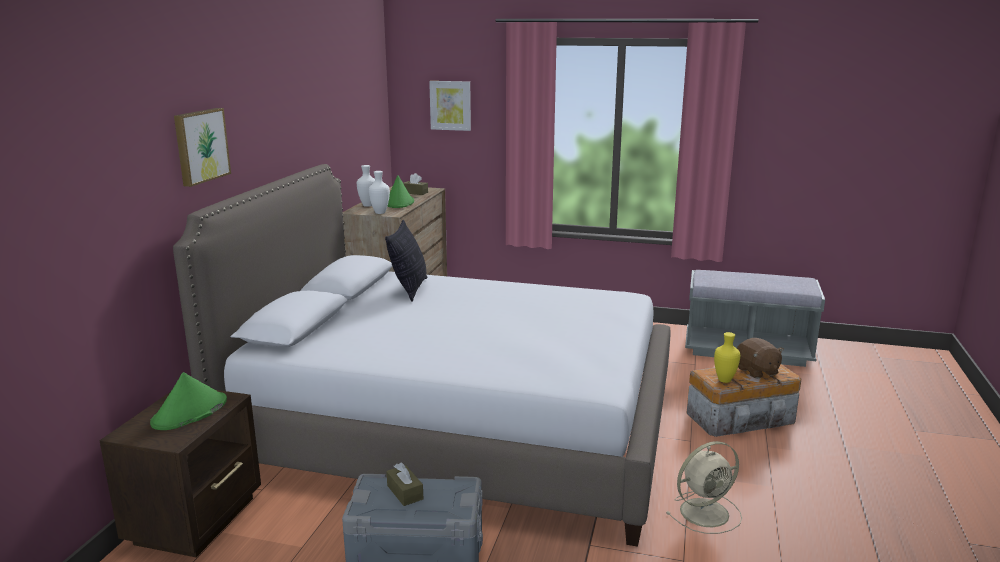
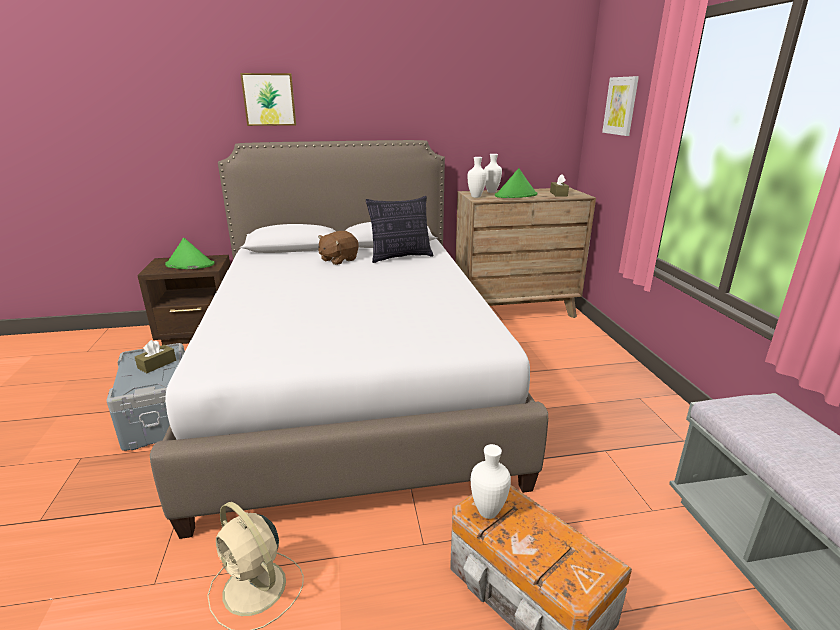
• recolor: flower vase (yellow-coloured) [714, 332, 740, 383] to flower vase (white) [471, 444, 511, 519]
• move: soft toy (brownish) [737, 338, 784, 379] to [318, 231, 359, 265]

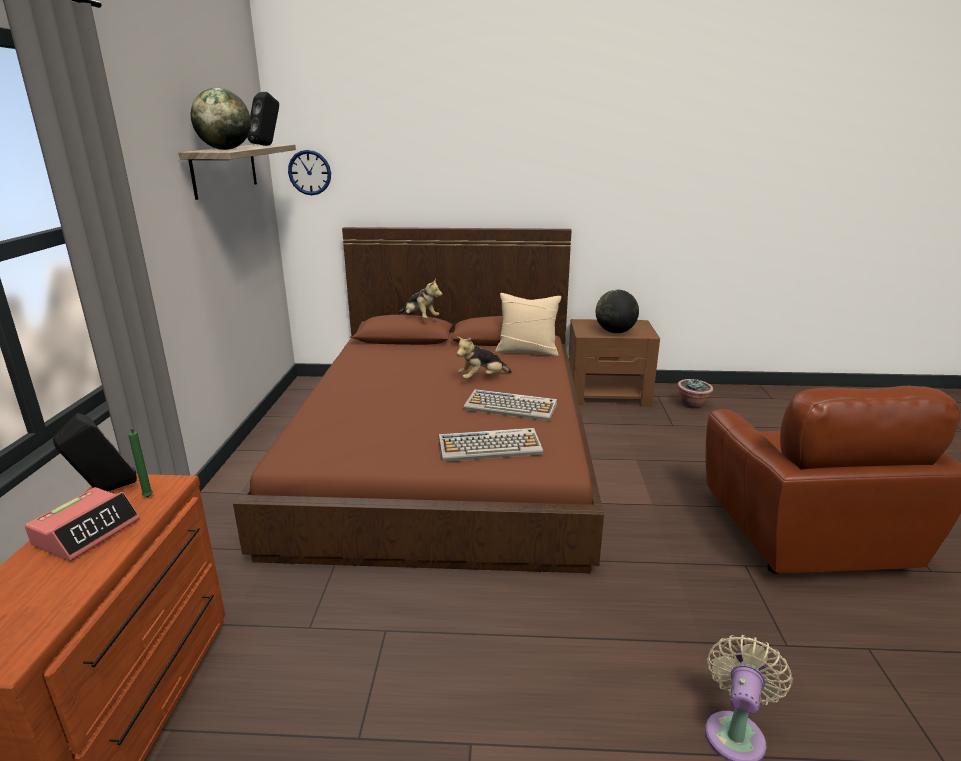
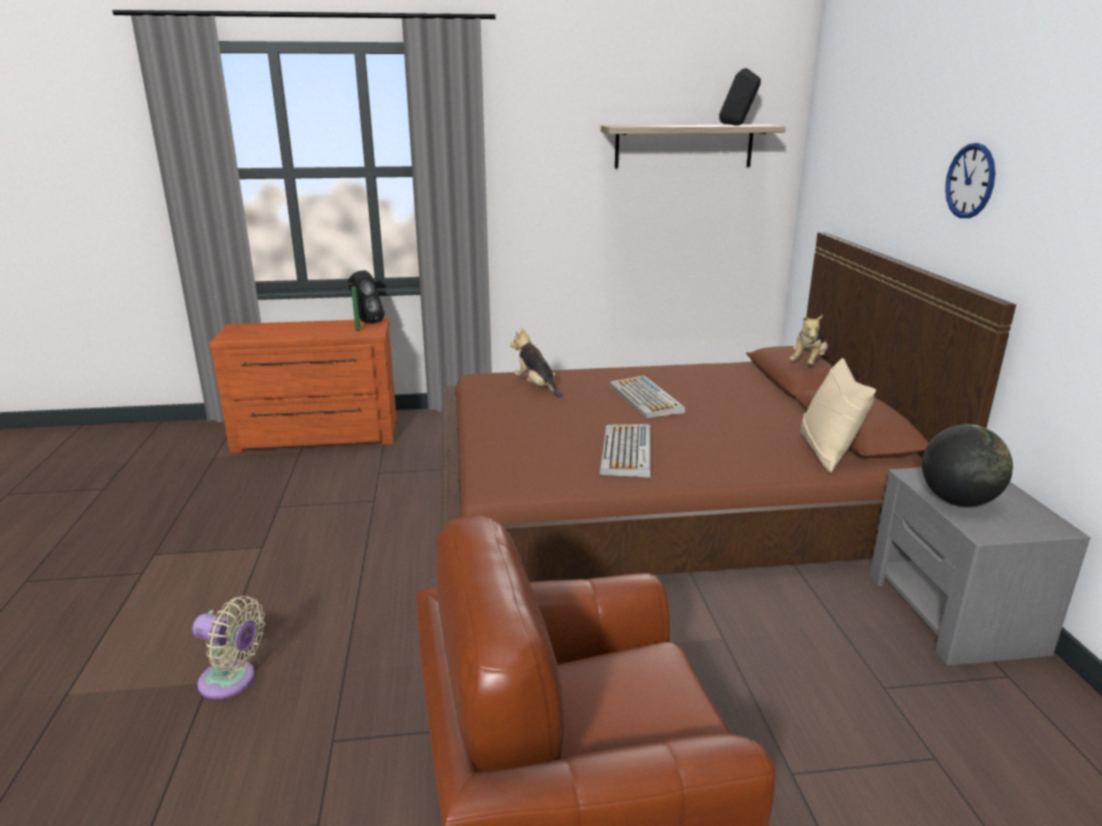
• delete: bedside clock [25, 487, 140, 561]
• delete: desk globe [191, 88, 251, 150]
• move: wall clock [288, 150, 331, 195] to [945, 143, 995, 218]
• move: computer keyboard [439, 428, 543, 462] to [610, 375, 685, 418]
• move: soft toy [457, 337, 512, 379] to [510, 328, 563, 398]
• recolor: nightstand (brownish) [568, 319, 660, 407] to nightstand (grey) [869, 467, 1090, 665]
• delete: plant in a pot [677, 379, 713, 409]

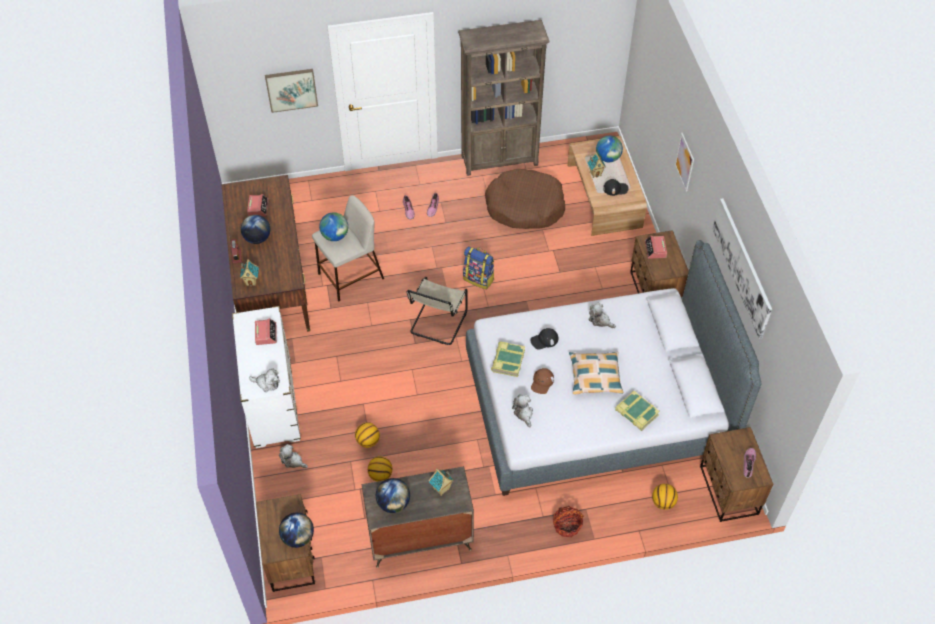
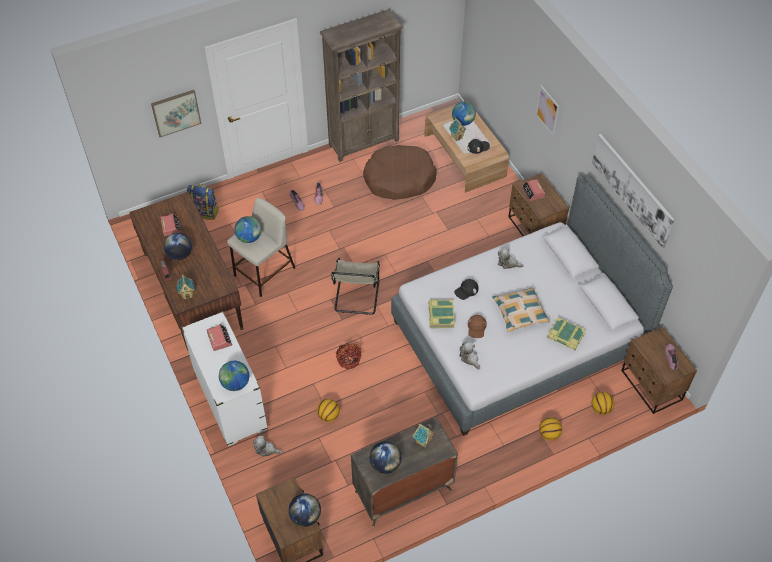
• replace: soft toy [249, 368, 280, 392] to desk globe [219, 361, 249, 391]
• move: basketball [368, 456, 392, 481] to [539, 417, 562, 441]
• move: backpack [463, 246, 494, 289] to [187, 184, 219, 220]
• move: storage basket [553, 506, 584, 537] to [336, 343, 362, 369]

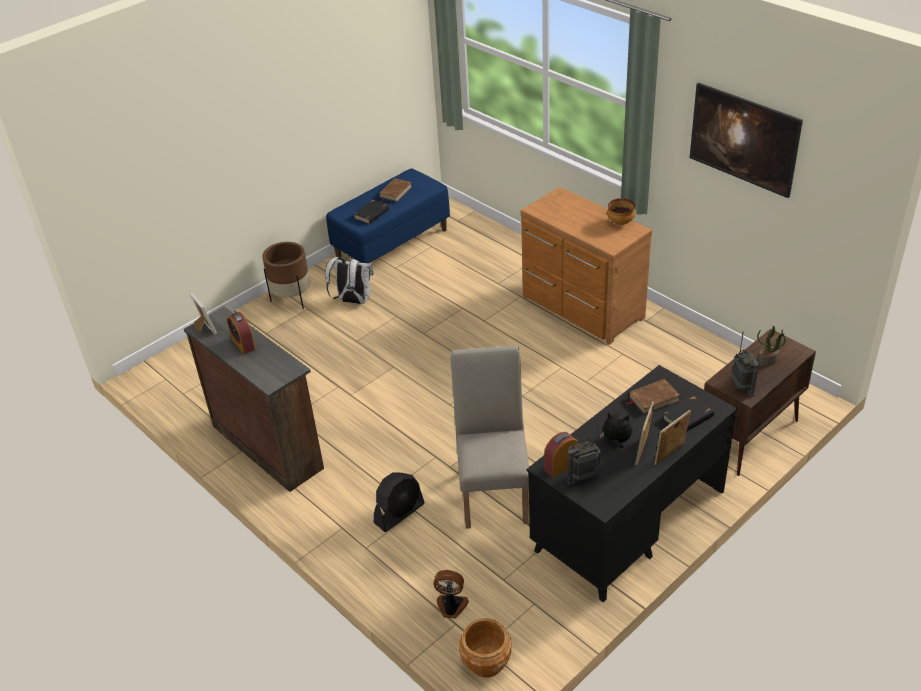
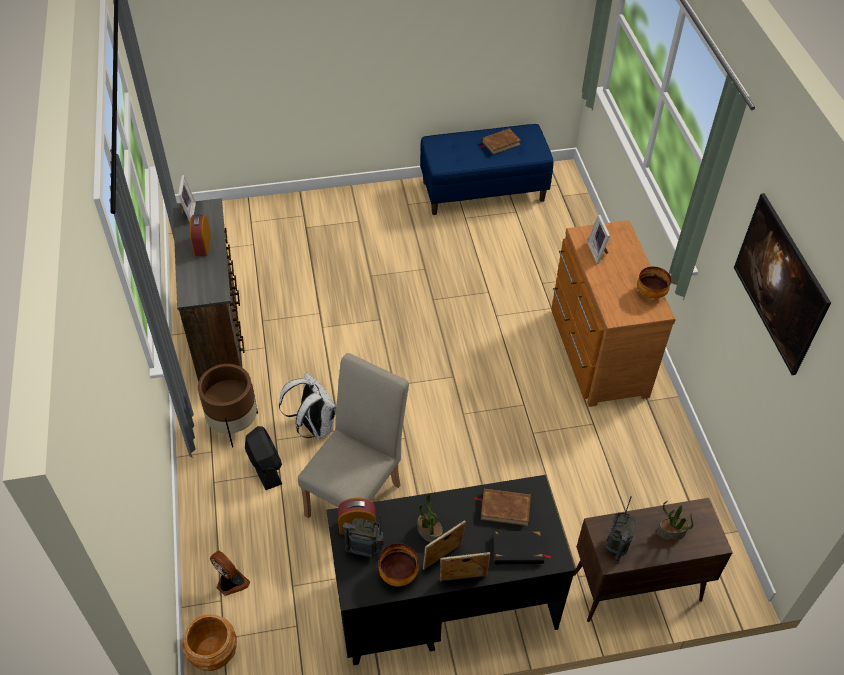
• move: flower pot (brownish) [262, 242, 310, 309] to [198, 364, 258, 447]
• move: backpack (white) [325, 257, 374, 304] to [279, 373, 336, 439]
• delete: volume (black) [354, 200, 389, 224]
• rotate: cooling fan (black) [374, 472, 425, 532] = [245, 426, 282, 490] 105 degrees counterclockwise
• replace: soft toy [600, 412, 632, 448] to plant in a pot [417, 495, 443, 543]
• insert: serving bowl [379, 543, 418, 586]
• insert: picture frame [587, 215, 610, 263]

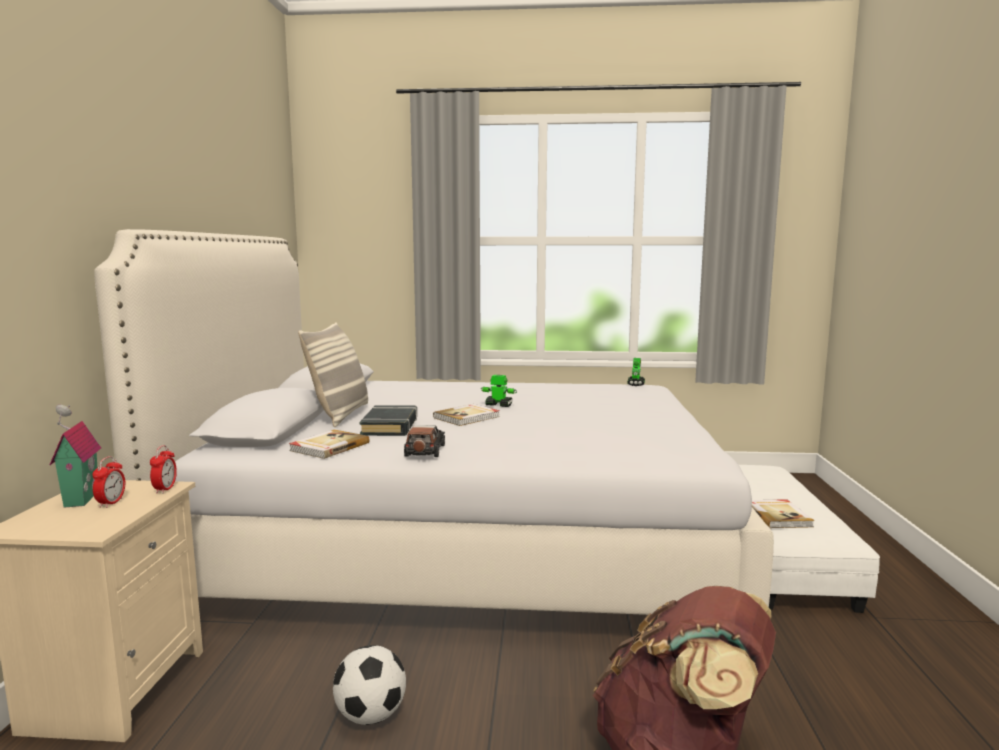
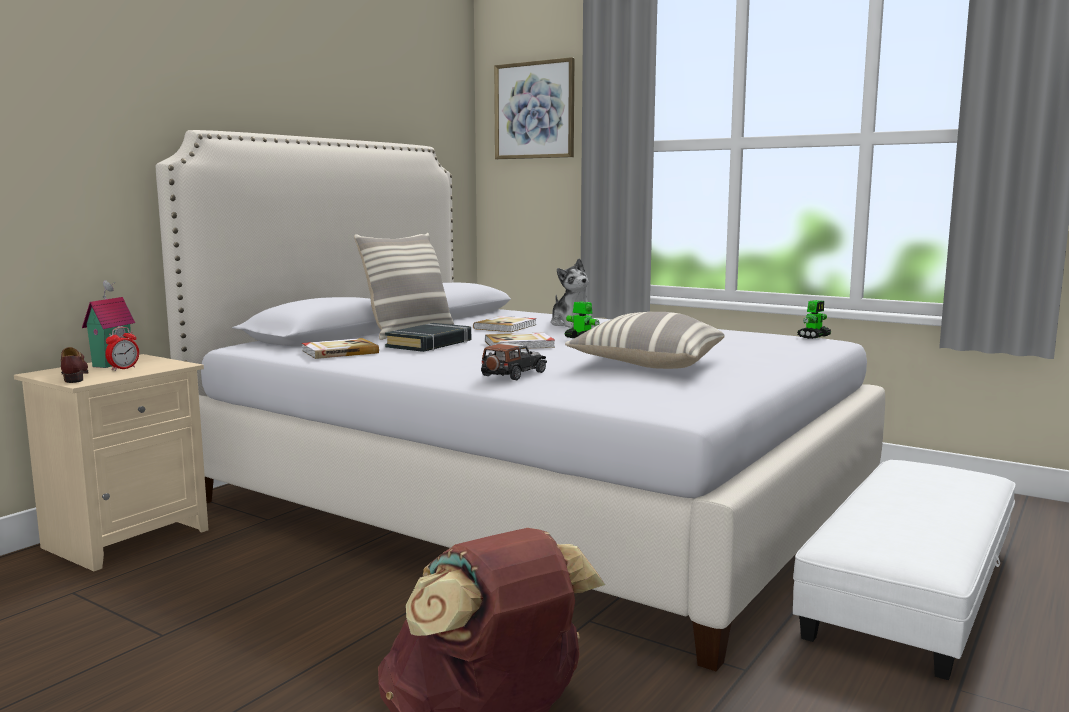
• delete: bedside clock [150, 445, 177, 494]
• delete: football [333, 645, 406, 725]
• move: model car [404, 425, 445, 457] to [481, 343, 547, 380]
• move: volume [752, 499, 815, 528] to [473, 316, 537, 332]
• insert: item of footwear (brownish) [61, 347, 89, 383]
• insert: wall art [494, 57, 575, 159]
• insert: soft toy [551, 258, 595, 328]
• insert: throw pillow [565, 312, 725, 369]

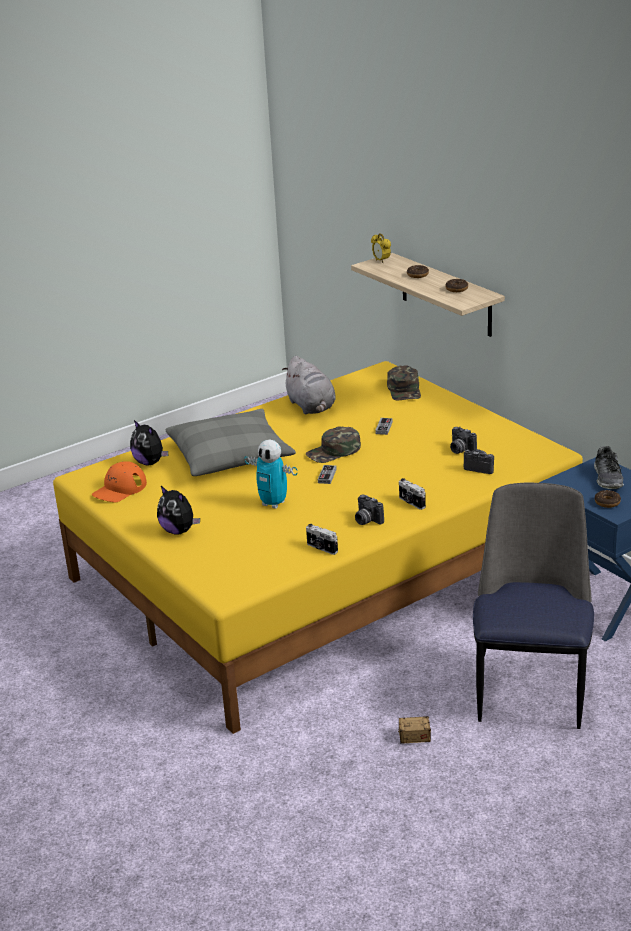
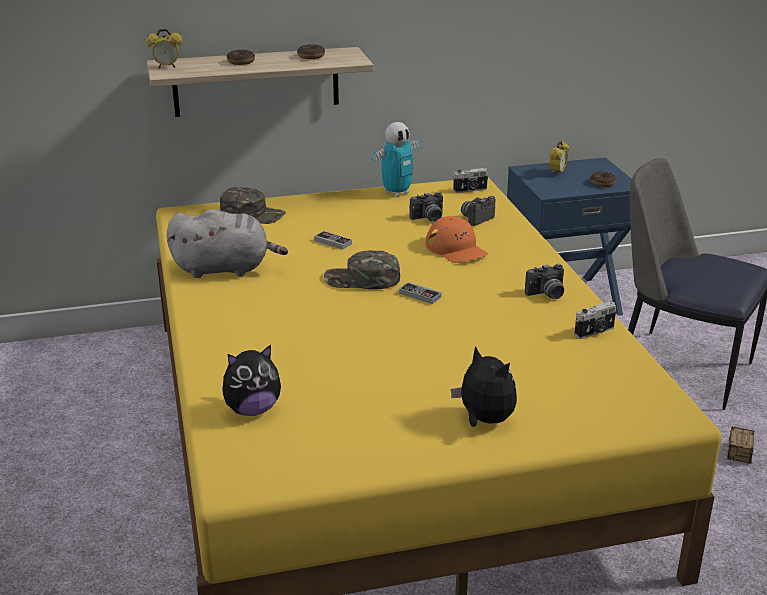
• move: peaked cap (orange-coloured) [92, 461, 147, 502] to [426, 216, 488, 263]
• rotate: soft toy [157, 486, 200, 535] = [451, 346, 517, 427] 105 degrees counterclockwise
• delete: throw pillow (grey) [166, 409, 296, 476]
• move: model robot [244, 440, 298, 509] to [372, 122, 422, 197]
• rotate: peaked cap (greenish) [306, 426, 361, 463] = [324, 250, 400, 289] 105 degrees clockwise
• move: photo camera [399, 478, 426, 510] to [453, 168, 489, 193]
• replace: item of footwear [594, 446, 624, 489] to bedside clock [549, 141, 569, 176]

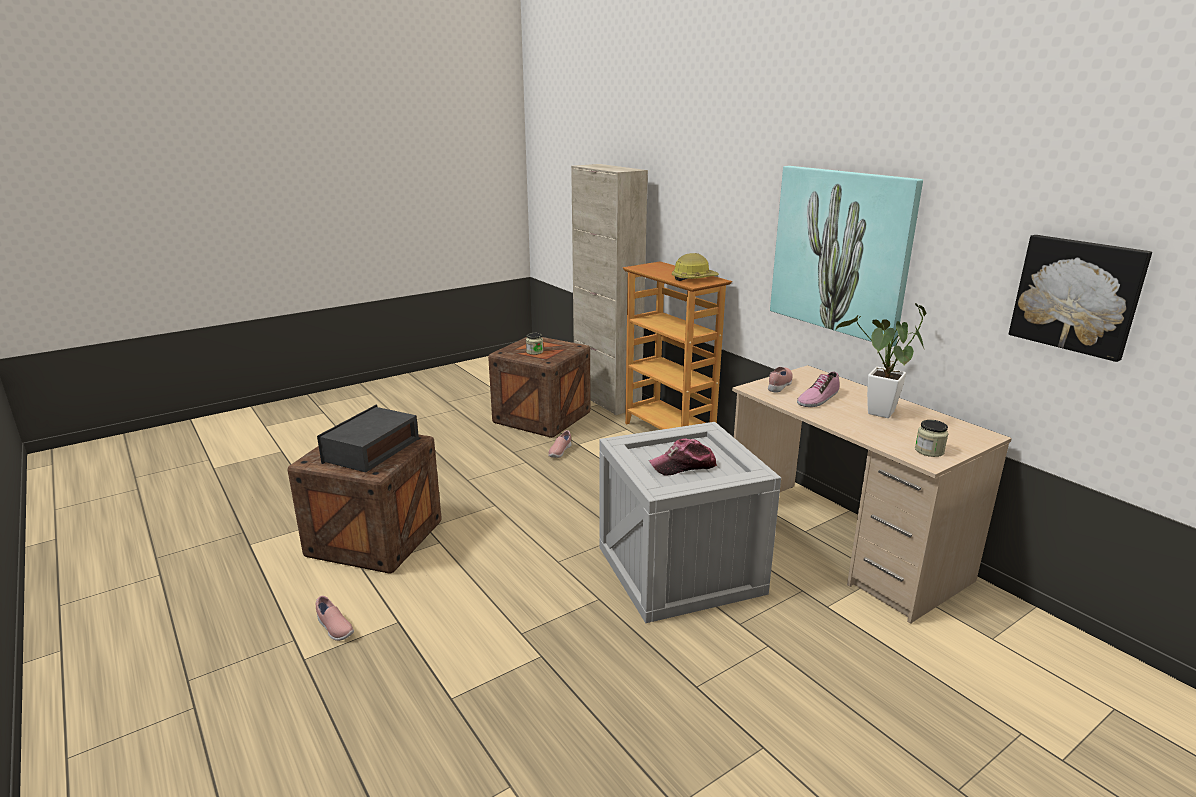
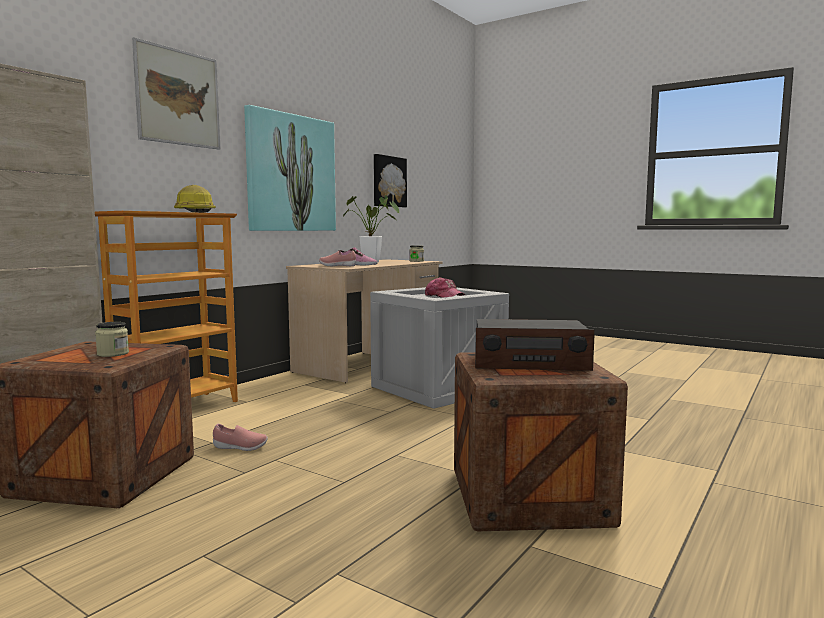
• delete: item of footwear (pink-coloured) [316, 596, 354, 641]
• insert: wall art [132, 37, 221, 150]

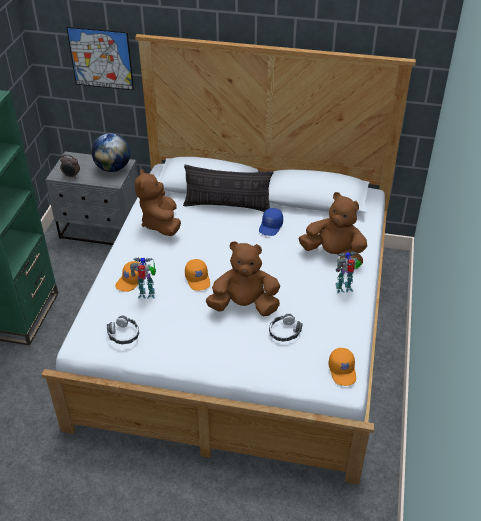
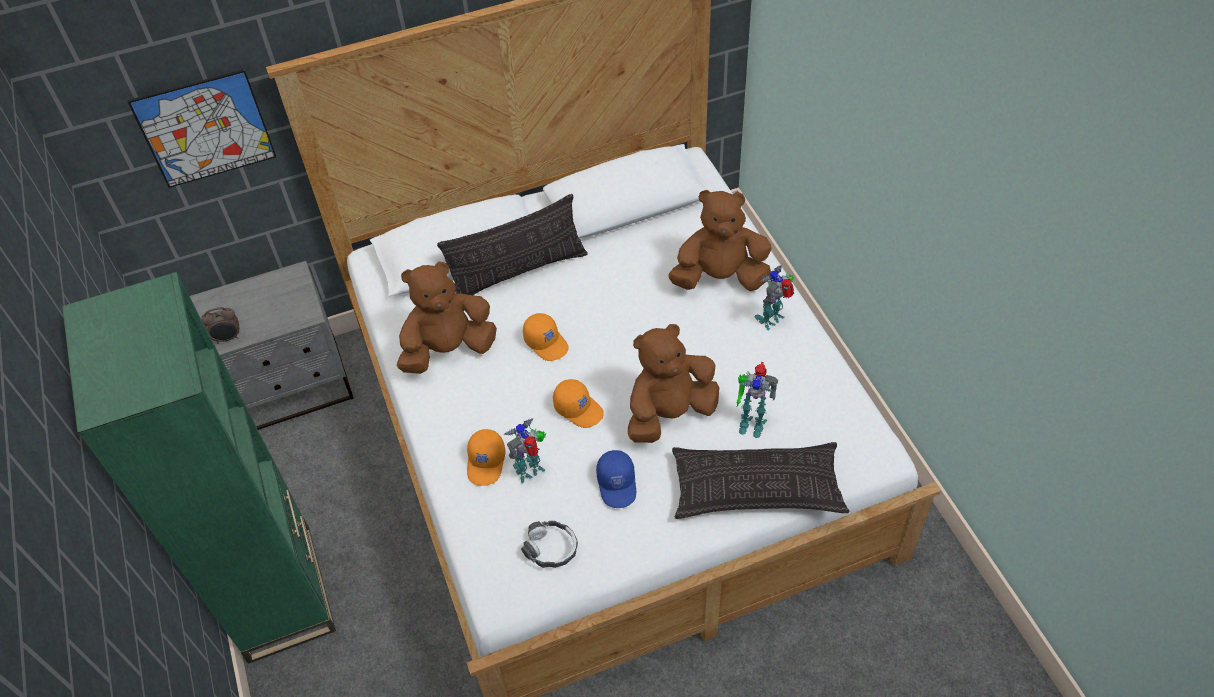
• delete: desk globe [92, 133, 130, 172]
• rotate: soft toy (brownish) [135, 169, 181, 236] = [397, 261, 497, 374] 105 degrees clockwise
• move: peaked cap (bluish) [259, 208, 283, 236] to [596, 450, 636, 508]
• replace: headphones [269, 314, 302, 342] to model robot [736, 362, 778, 438]
• move: peaked cap (orange-coloured) [329, 348, 356, 386] to [523, 313, 569, 361]
• insert: throw pillow [672, 442, 849, 519]

